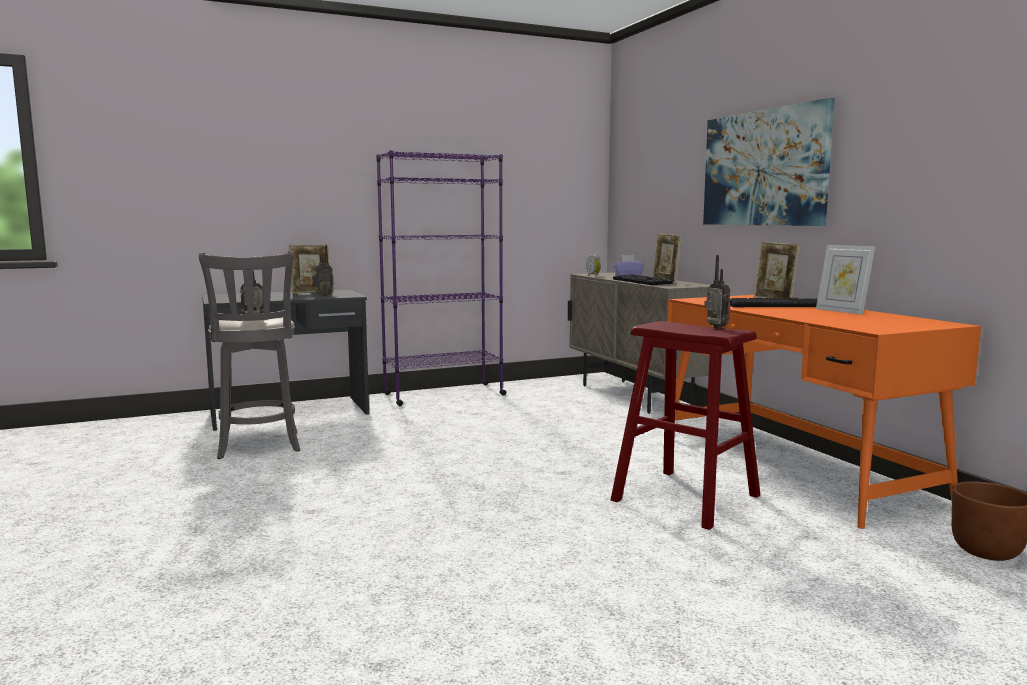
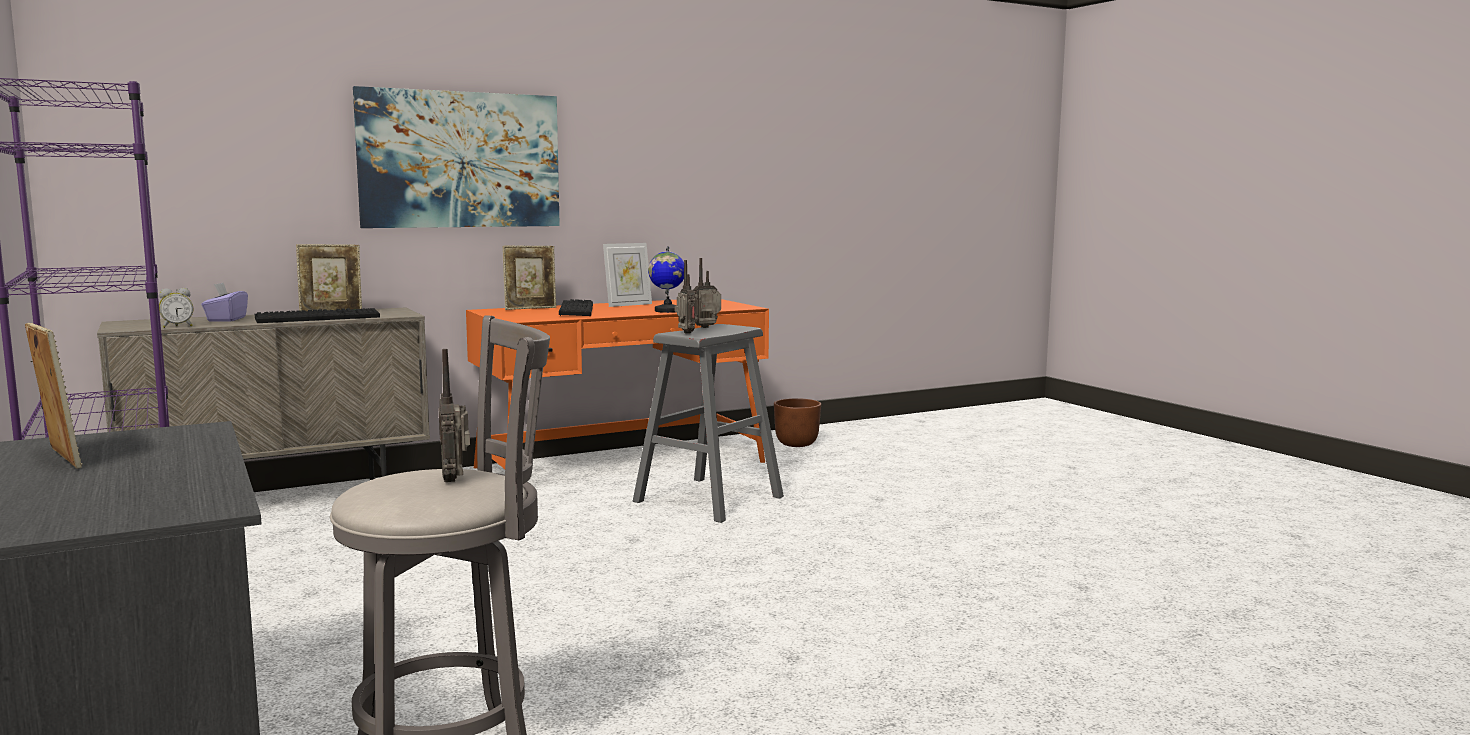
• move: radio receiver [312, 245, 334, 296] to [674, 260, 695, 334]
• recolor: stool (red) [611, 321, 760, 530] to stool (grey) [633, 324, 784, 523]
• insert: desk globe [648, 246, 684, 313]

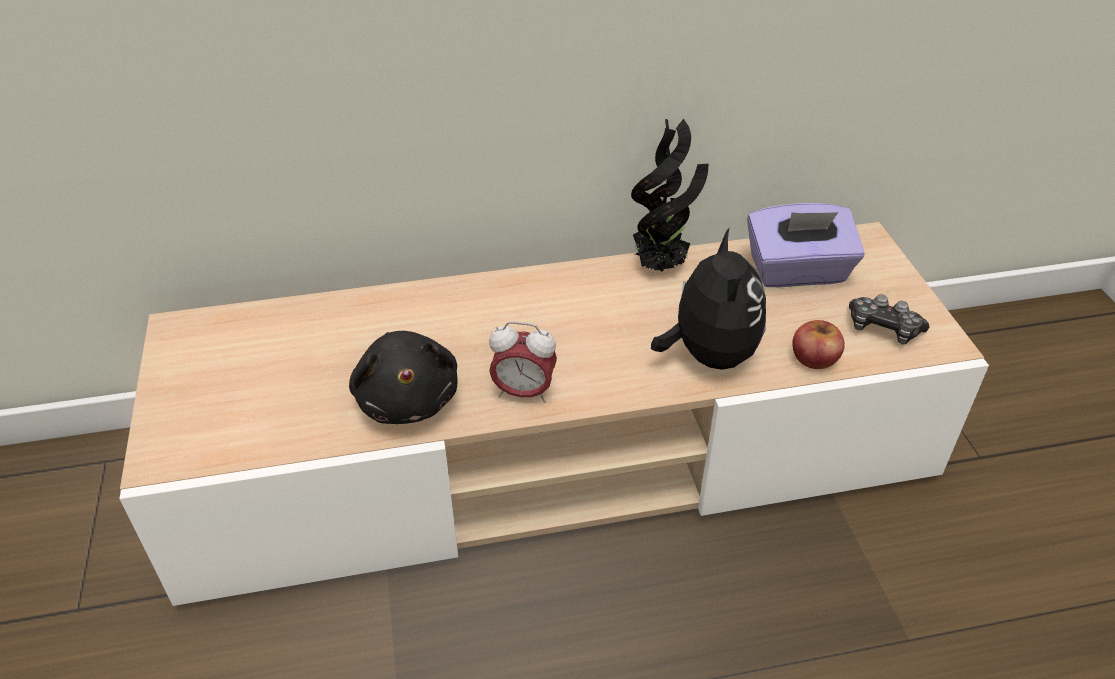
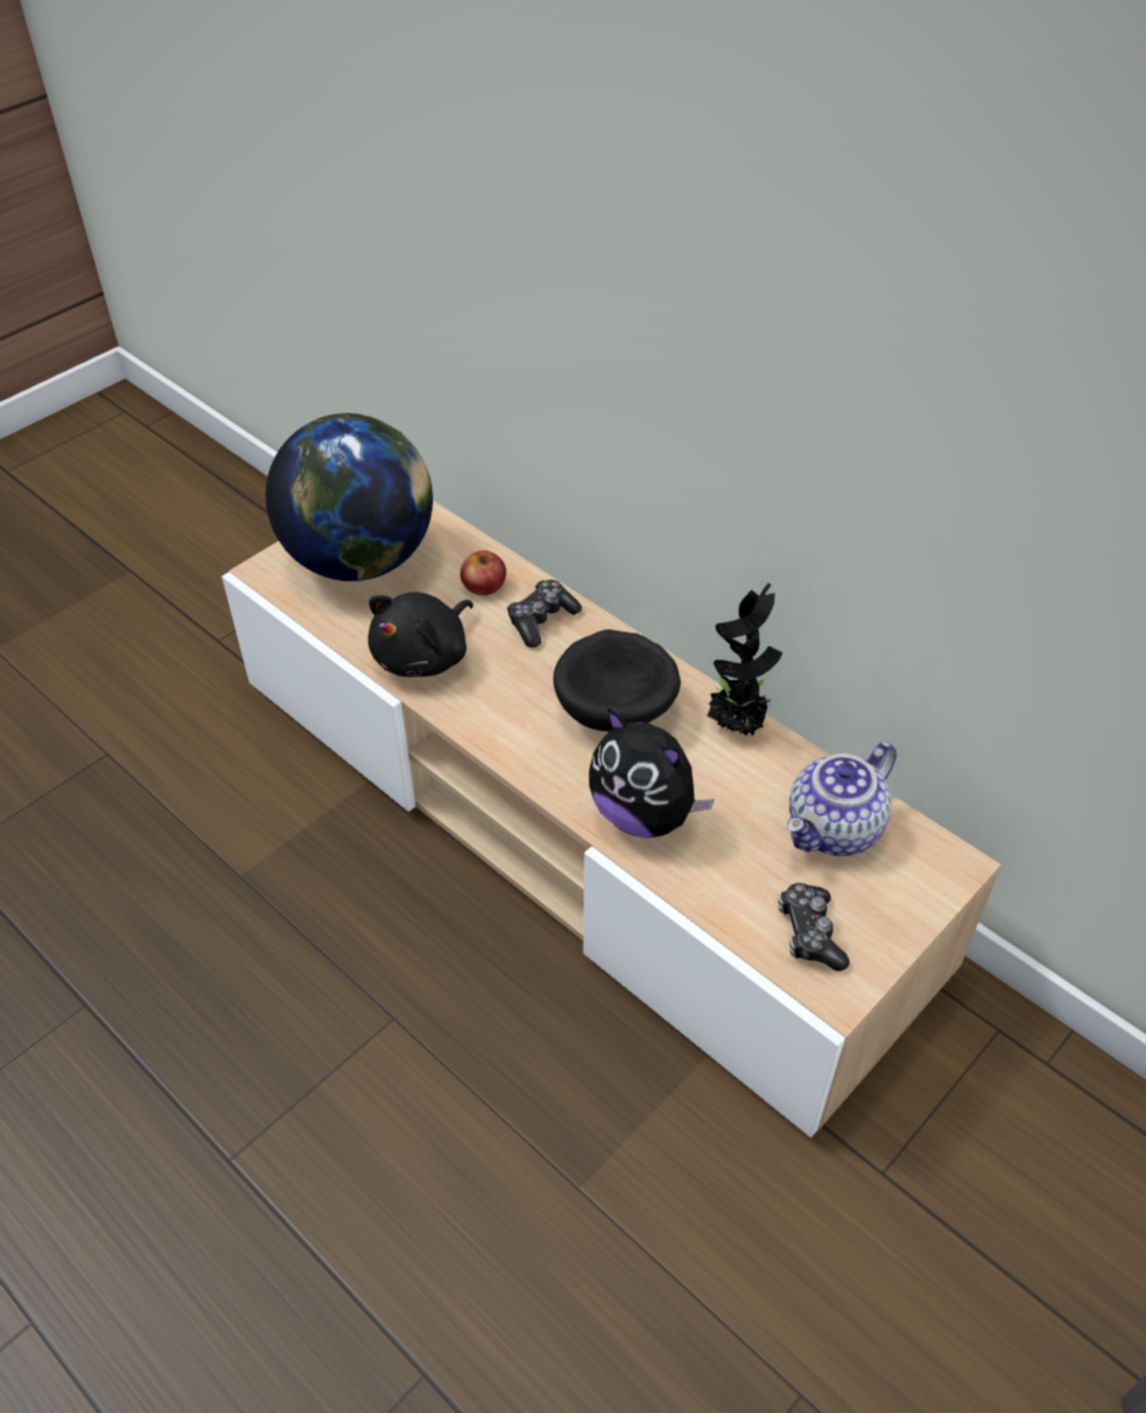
• delete: bedside clock [489, 321, 557, 403]
• rotate: soft toy [651, 228, 766, 370] = [589, 708, 715, 838] 75 degrees clockwise
• replace: tissue box (purplish) [747, 203, 865, 287] to pot for tea [787, 742, 896, 856]
• move: apple [792, 320, 845, 369] to [460, 550, 506, 596]
• insert: desk globe [265, 413, 433, 581]
• insert: joypad [507, 580, 582, 647]
• insert: serving bowl (black) [553, 629, 681, 732]

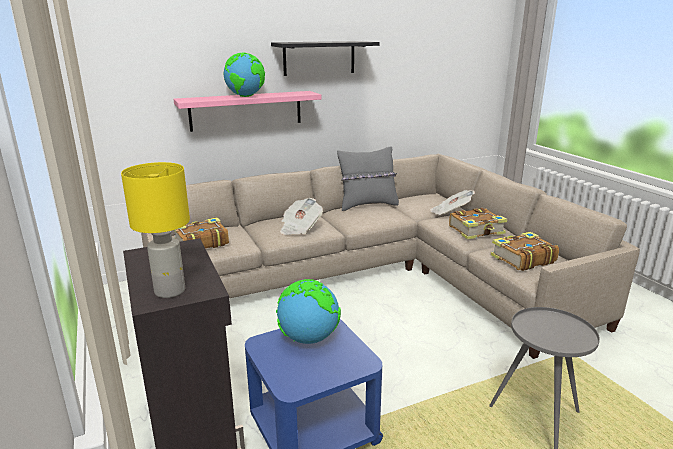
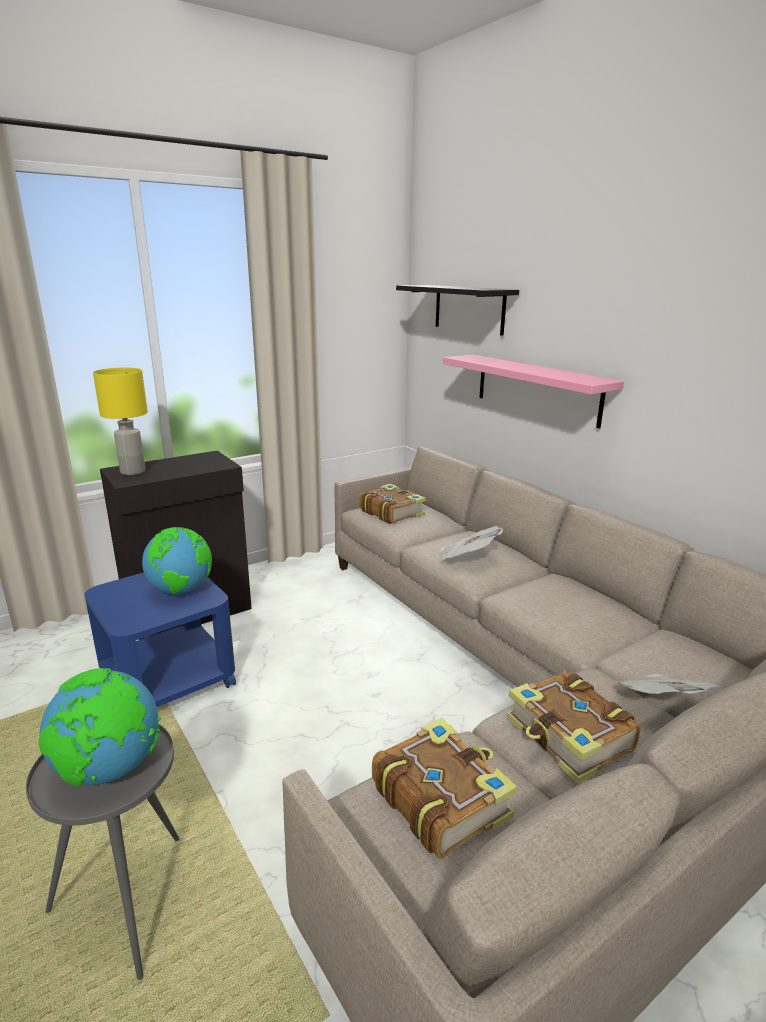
• move: desk globe [224, 53, 265, 97] to [39, 668, 161, 786]
• move: wall shelf (black) [271, 41, 380, 76] to [396, 285, 519, 336]
• delete: throw pillow (grey) [337, 147, 399, 211]

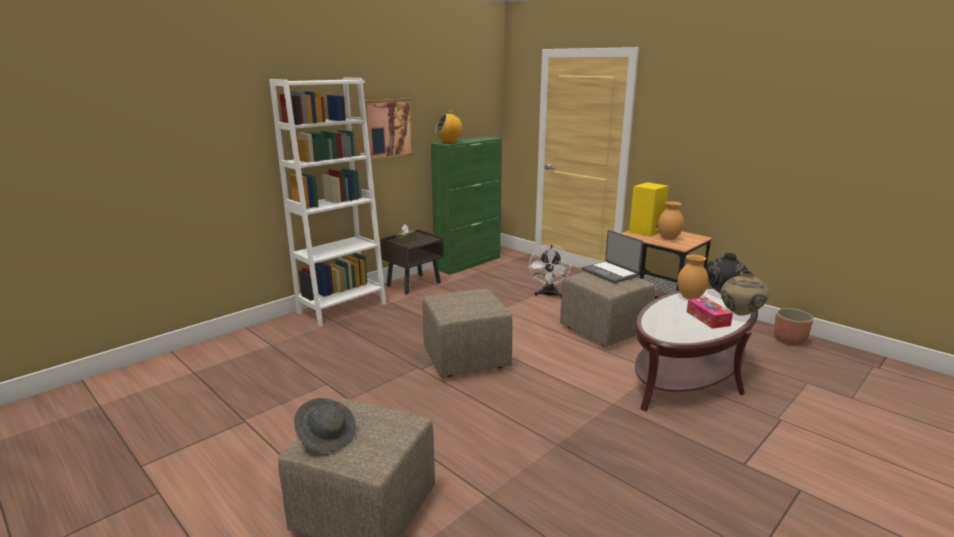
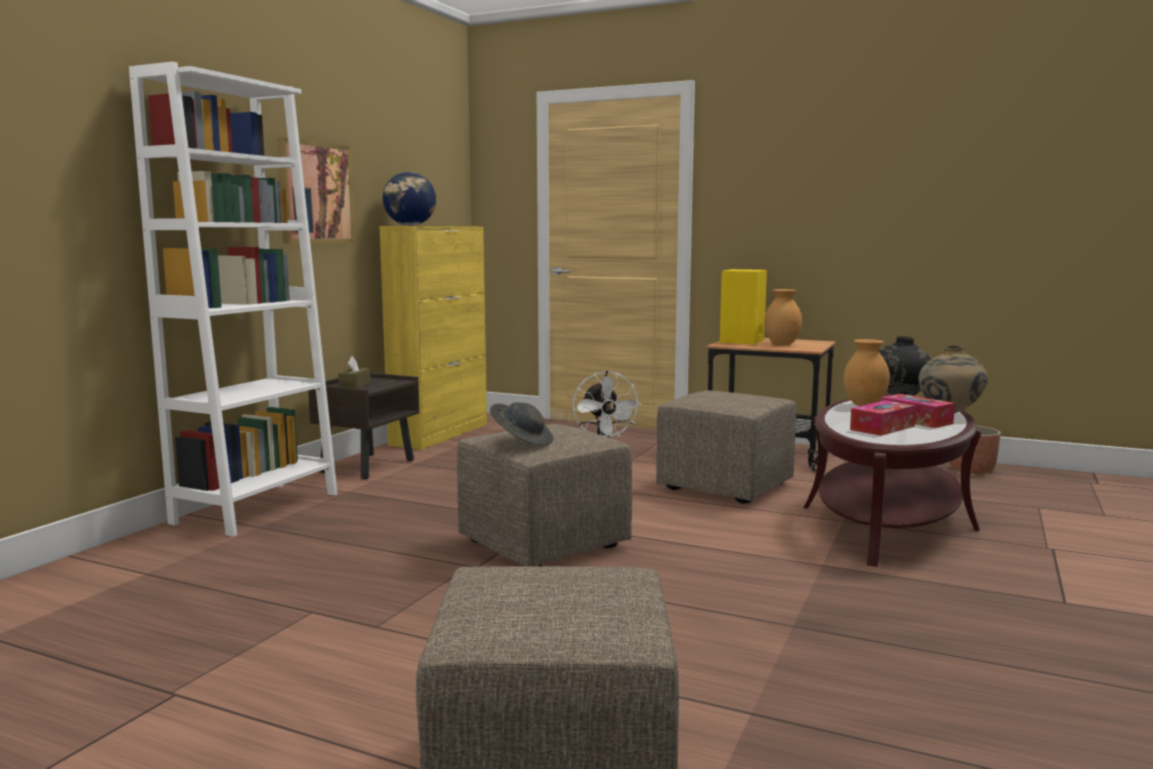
• move: clothing hat (grey) [294, 398, 356, 452] to [490, 402, 554, 445]
• recolor: storage cabinet (greenish) [431, 136, 502, 275] to storage cabinet (yellow-coloured) [379, 226, 487, 450]
• replace: radio receiver [435, 110, 462, 144] to desk globe [383, 172, 436, 226]
• delete: notebook computer [582, 230, 643, 283]
• insert: tissue box [850, 400, 916, 436]

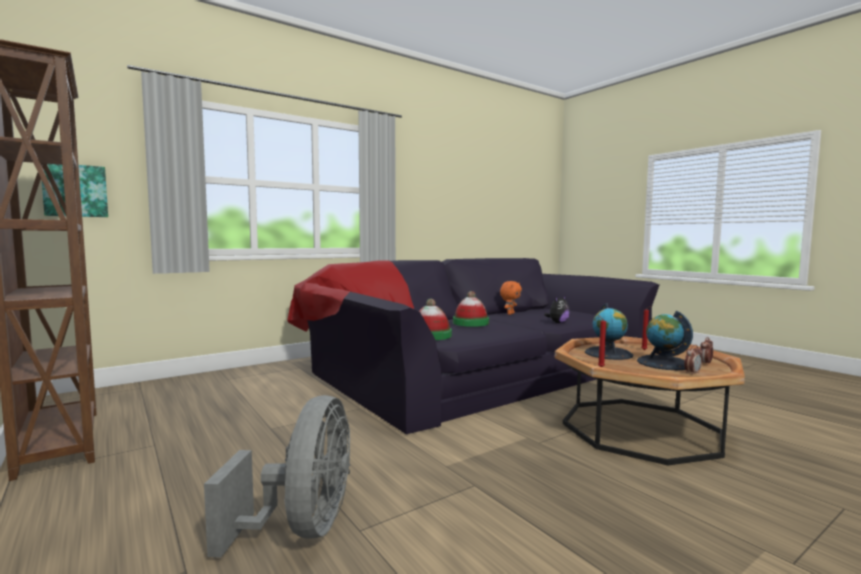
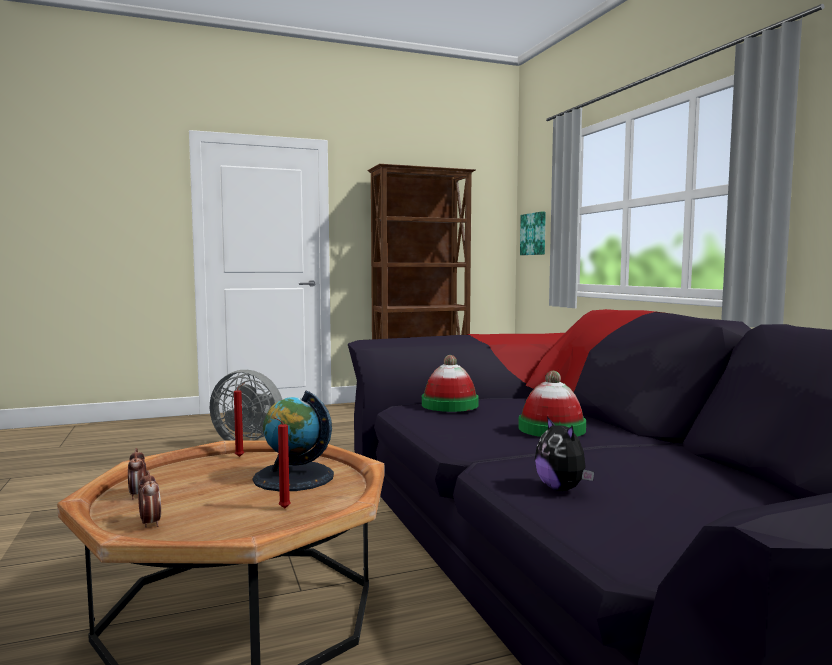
• delete: soft toy (orange-coloured) [500, 281, 522, 315]
• delete: desk globe [637, 311, 693, 370]

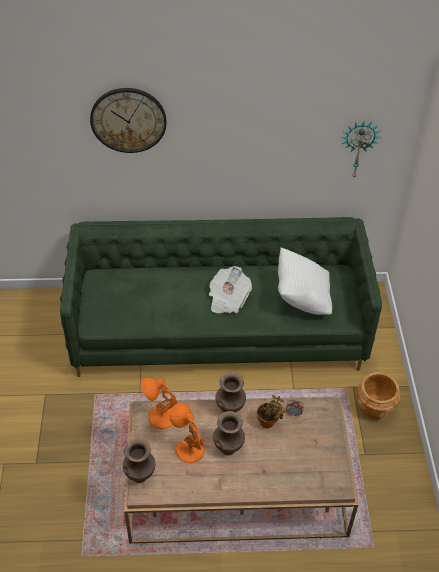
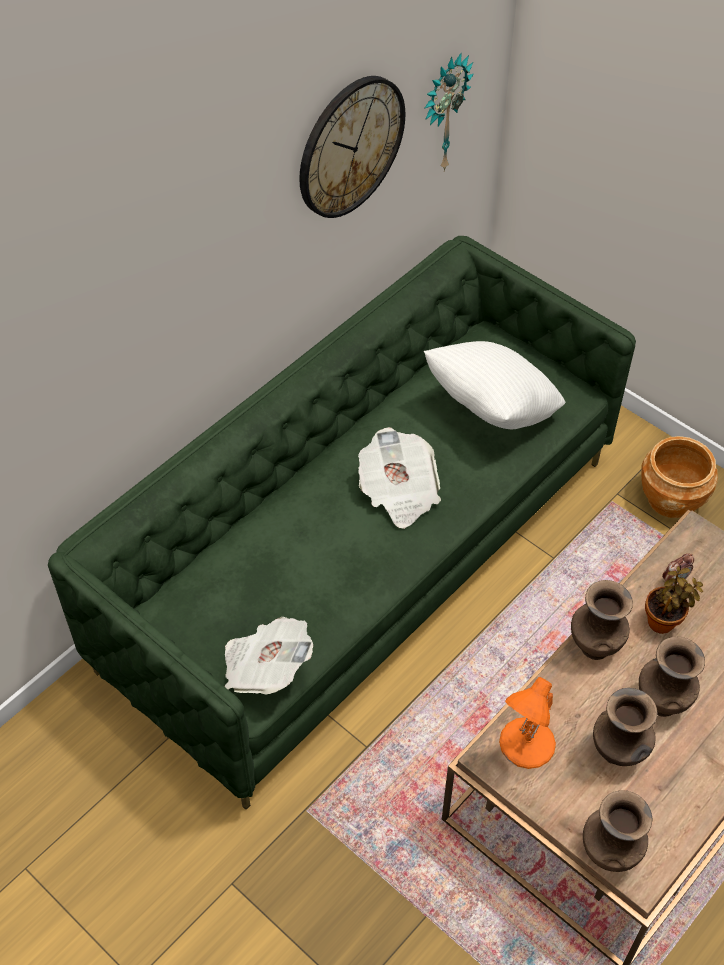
• move: wall clock [90, 88, 166, 153] to [299, 76, 405, 218]
• replace: lamp for a table (orange-coloured) [170, 403, 205, 463] to flower vase (brownish) [593, 688, 657, 766]
• insert: printed paper [225, 617, 313, 695]

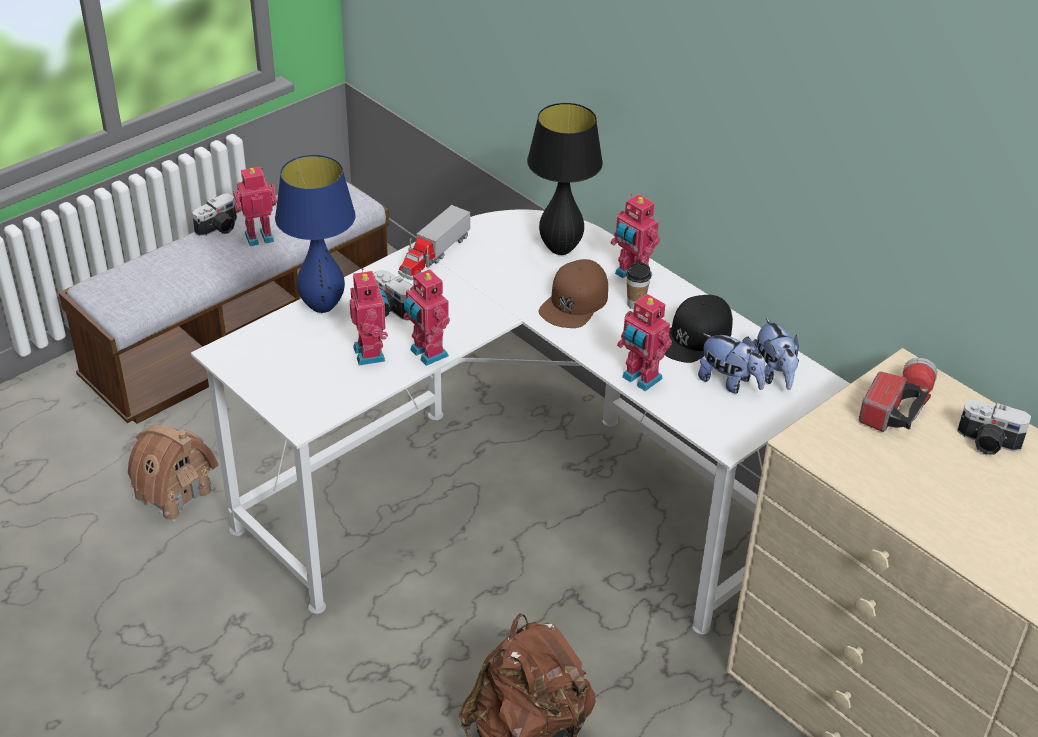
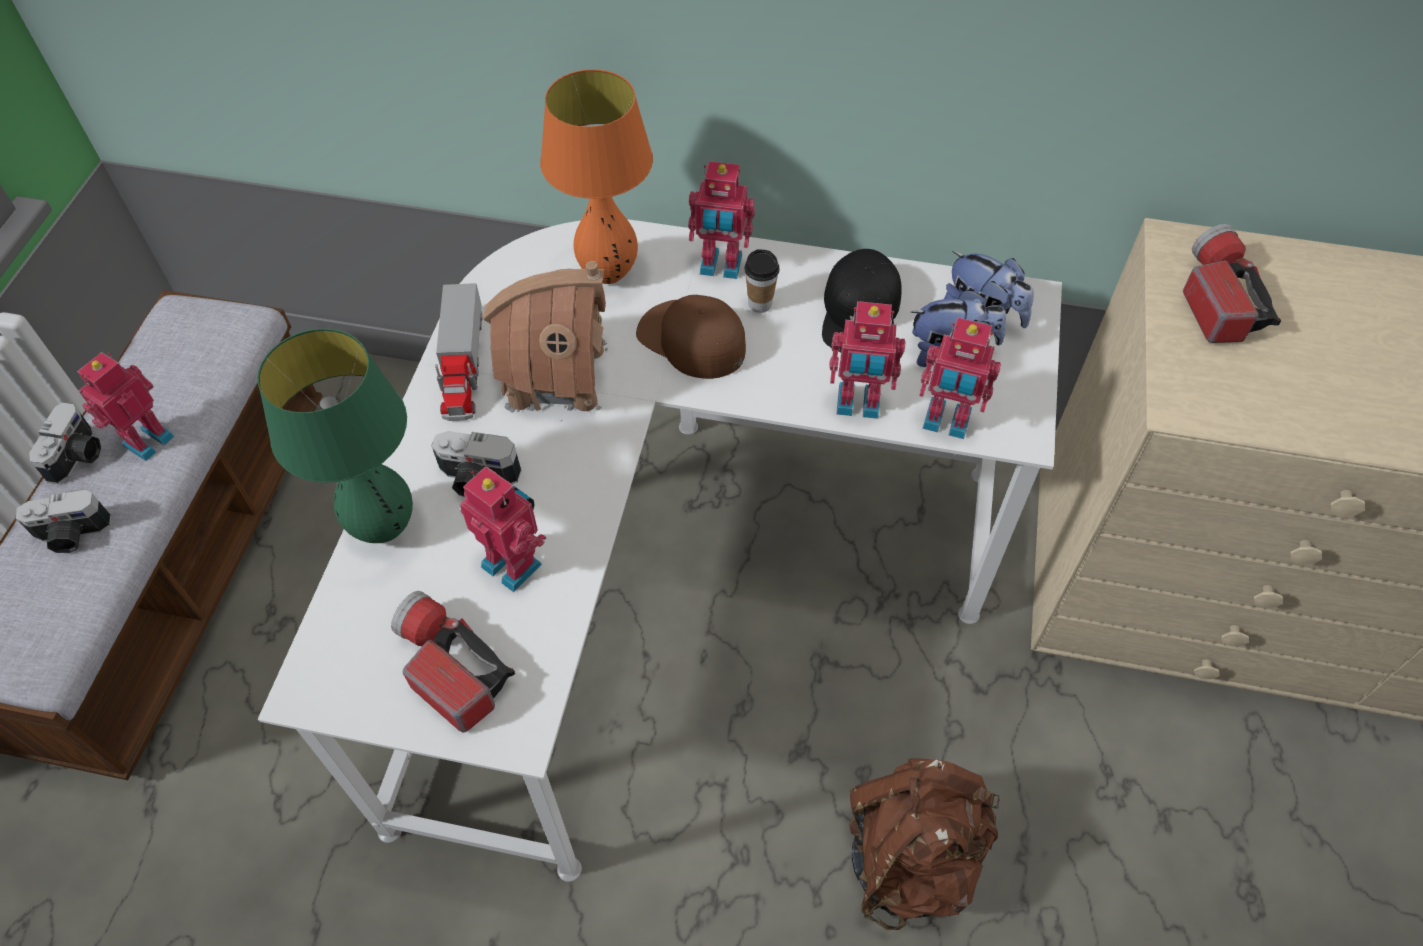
• move: model house [128, 425, 219, 522] to [483, 261, 608, 421]
• recolor: lamp for a table (bluish) [275, 155, 356, 313] to lamp for a table (greenish) [257, 329, 413, 543]
• move: model robot [403, 268, 450, 366] to [919, 317, 1001, 439]
• recolor: lamp for a table (black) [527, 103, 603, 255] to lamp for a table (orange-coloured) [540, 69, 653, 284]
• rotate: peaked cap (brownish) [539, 259, 608, 328] = [636, 295, 746, 379] 135 degrees clockwise
• move: photo camera [957, 400, 1031, 454] to [15, 490, 111, 553]
• insert: flashlight [391, 591, 515, 732]

